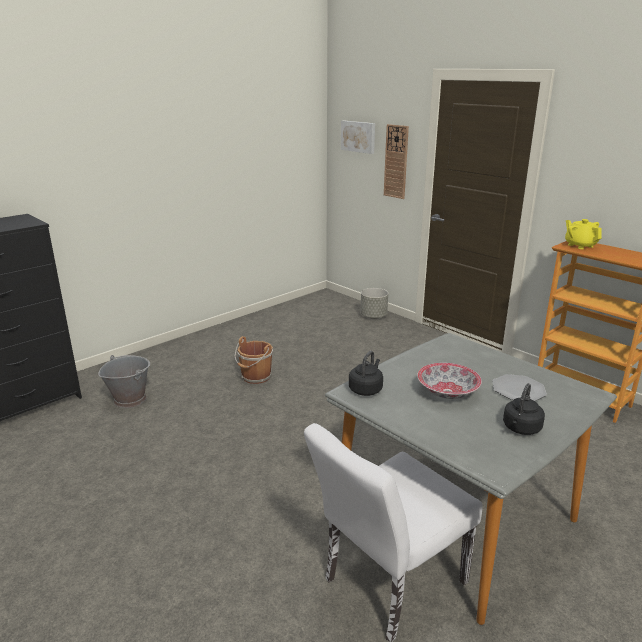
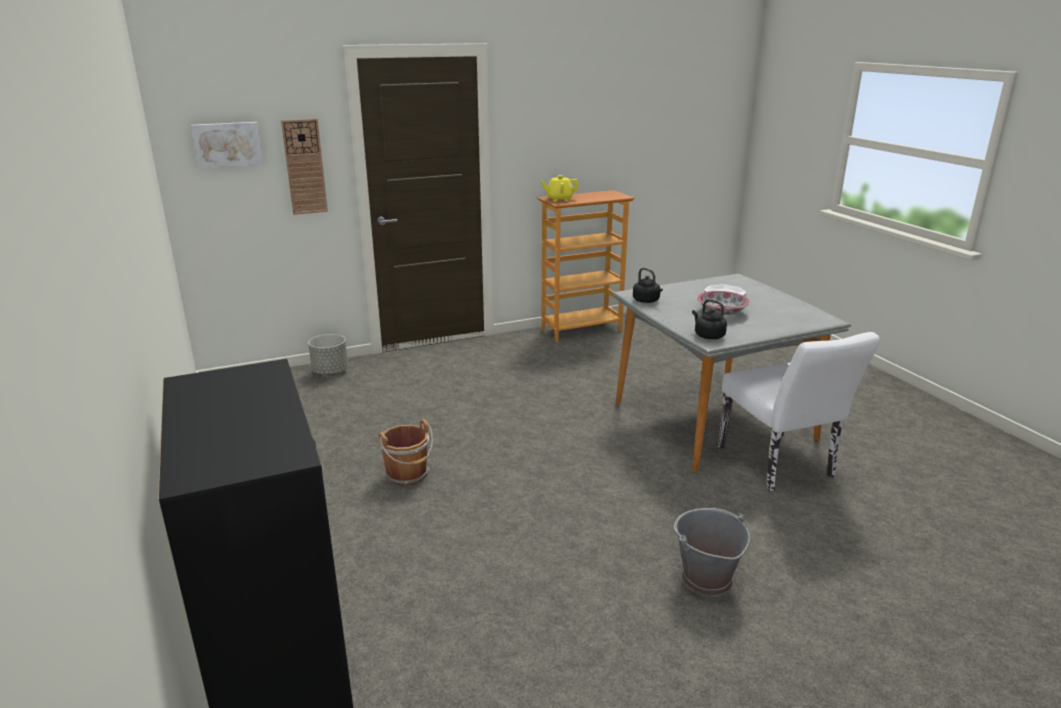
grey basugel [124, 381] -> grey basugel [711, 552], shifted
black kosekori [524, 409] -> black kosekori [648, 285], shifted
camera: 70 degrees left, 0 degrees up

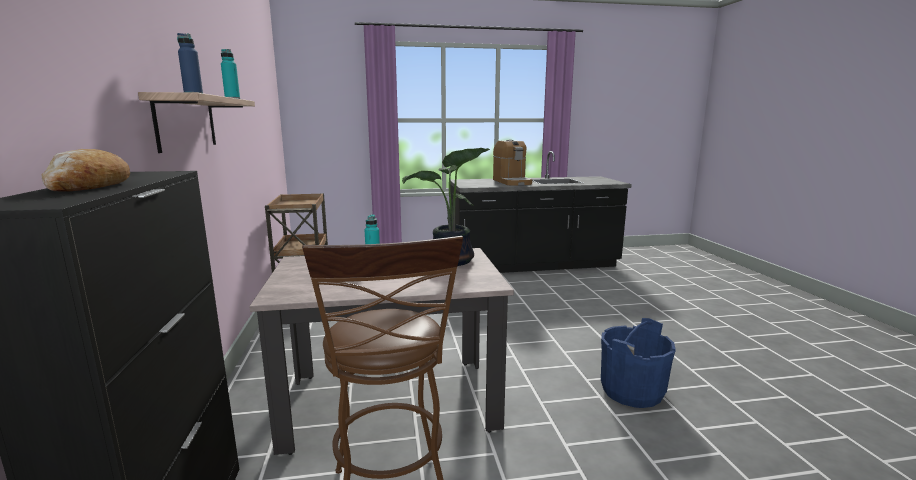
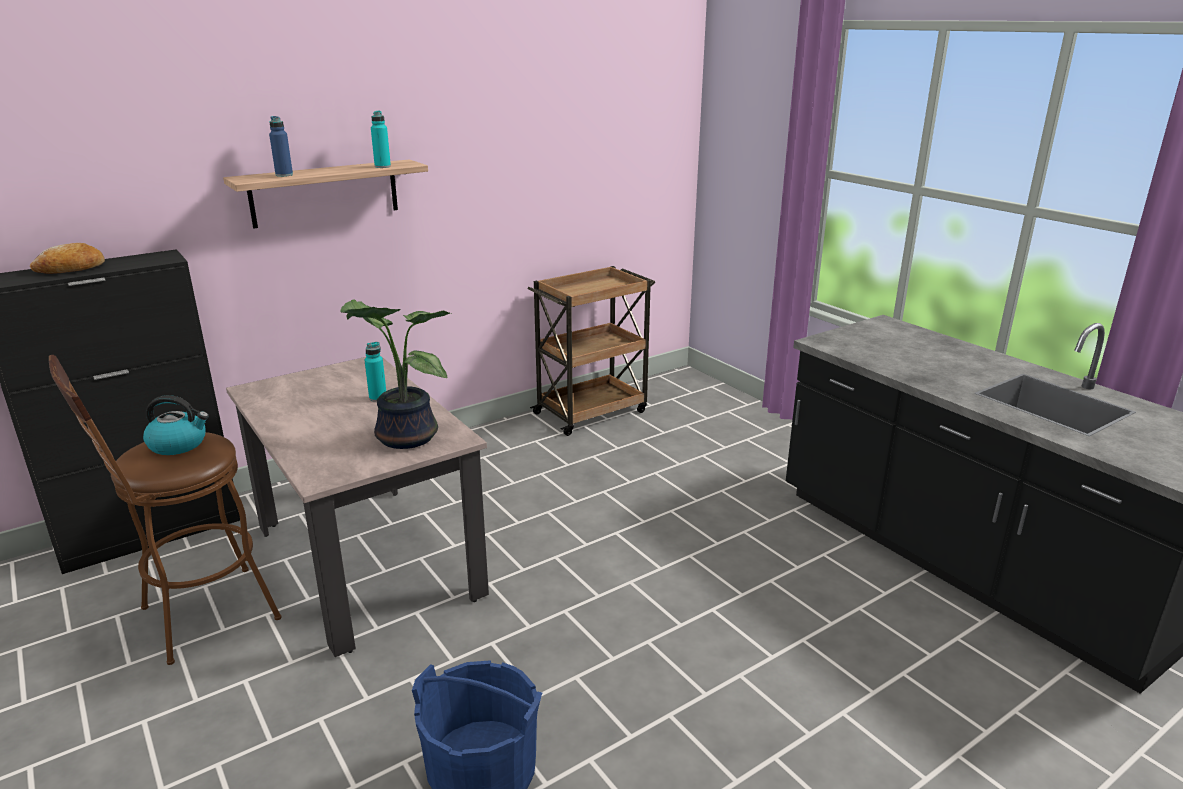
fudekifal [512, 163] -> none
none -> kosekori [176, 425]
camera: 65 degrees right, 10 degrees up

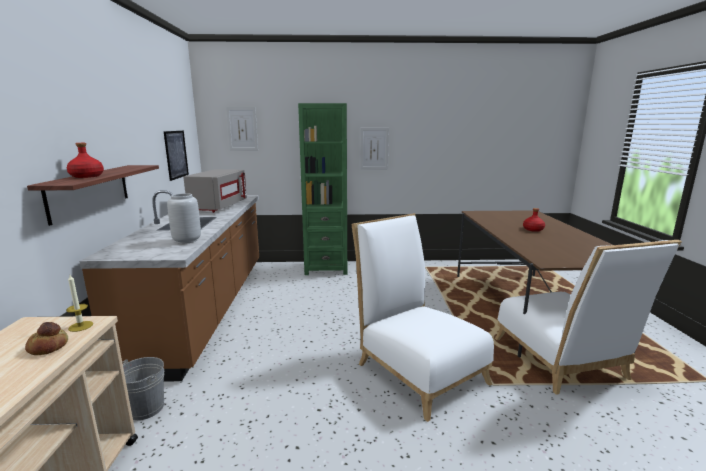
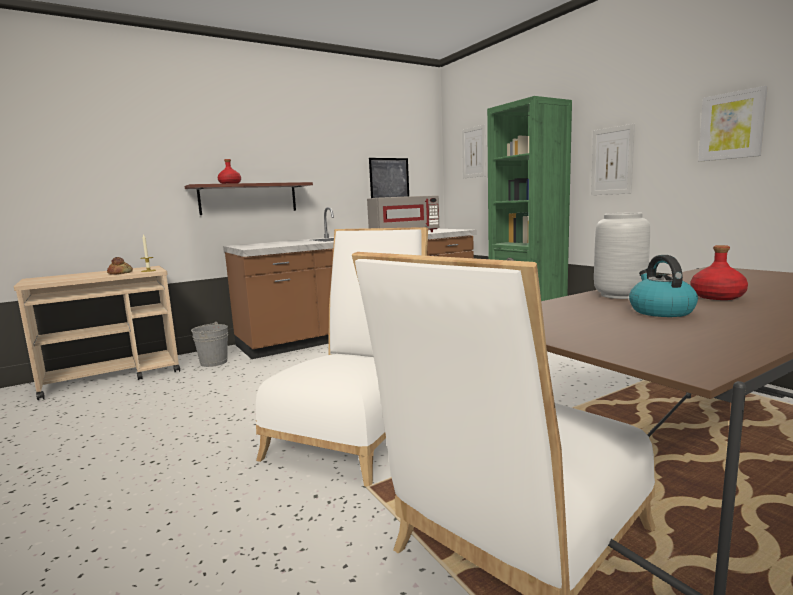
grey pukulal [184, 218] -> grey pukulal [622, 255], shifted
none -> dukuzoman [733, 123]
none -> kosekori [663, 286]
camera: 60 degrees right, 5 degrees down

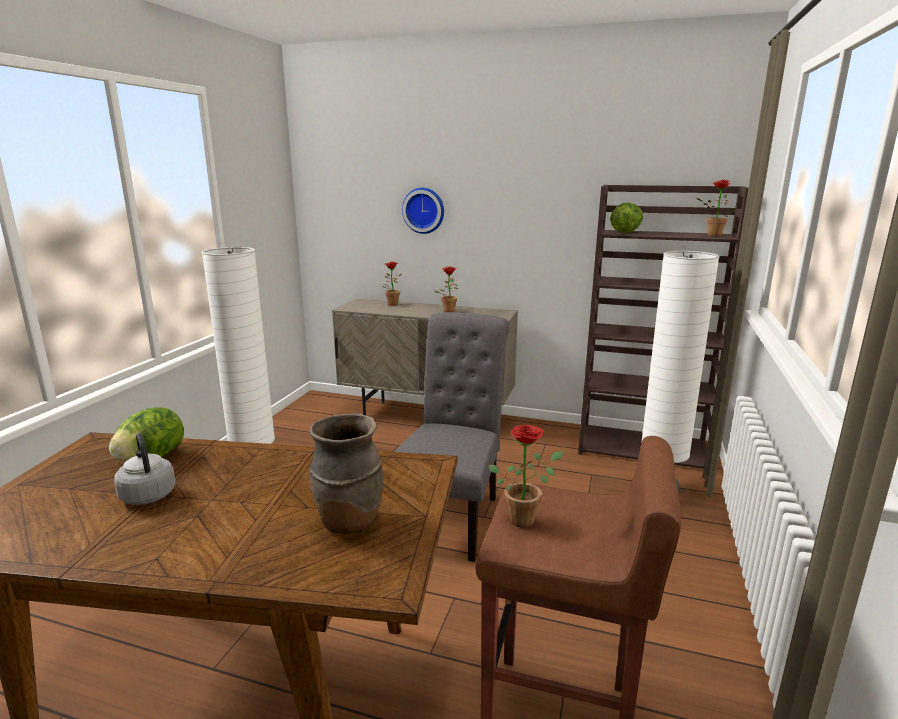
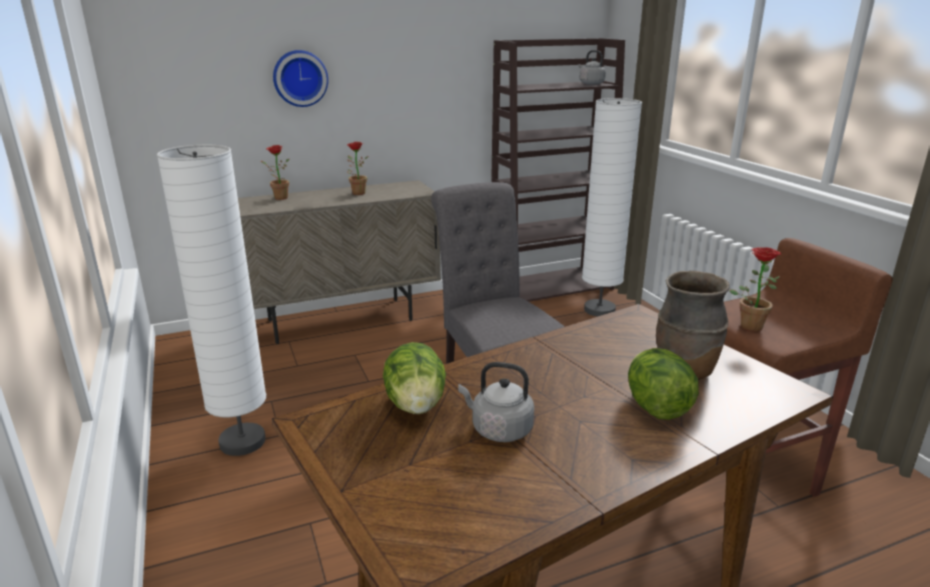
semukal [715, 208] -> grey kosekori [592, 67]
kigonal [626, 217] -> kigonal [663, 384], shifted
camera: 40 degrees left, 5 degrees up

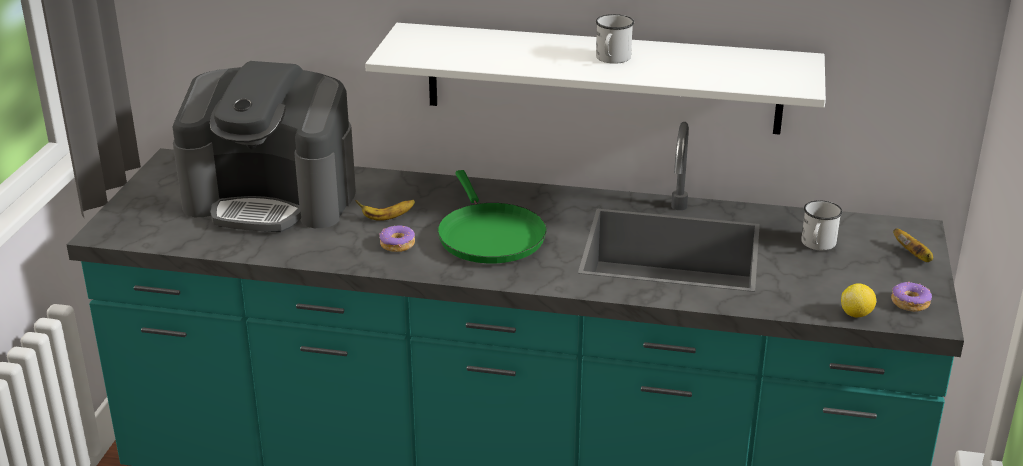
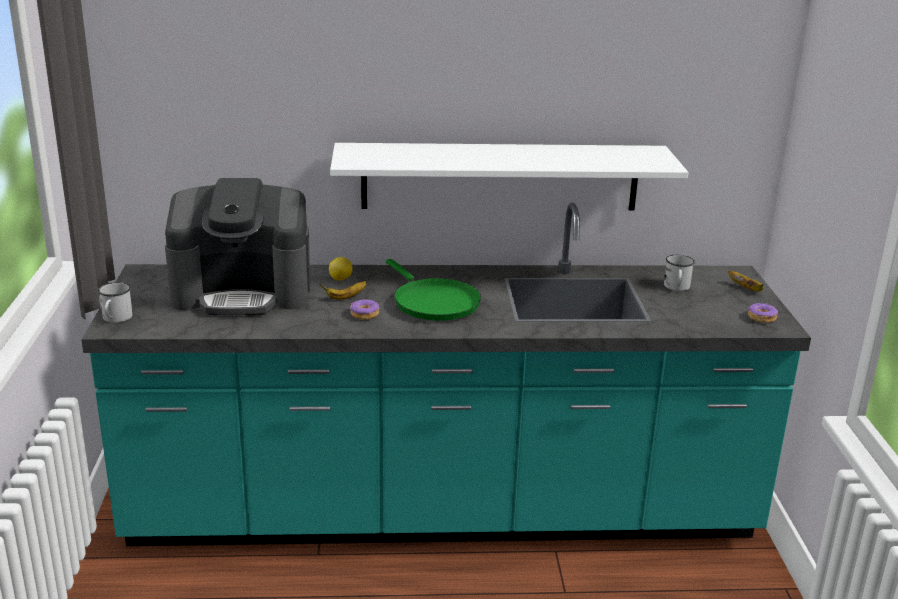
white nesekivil [615, 39] -> white nesekivil [115, 302], shifted
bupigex [858, 300] -> bupigex [341, 269], shifted
camera: 15 degrees left, 5 degrees down

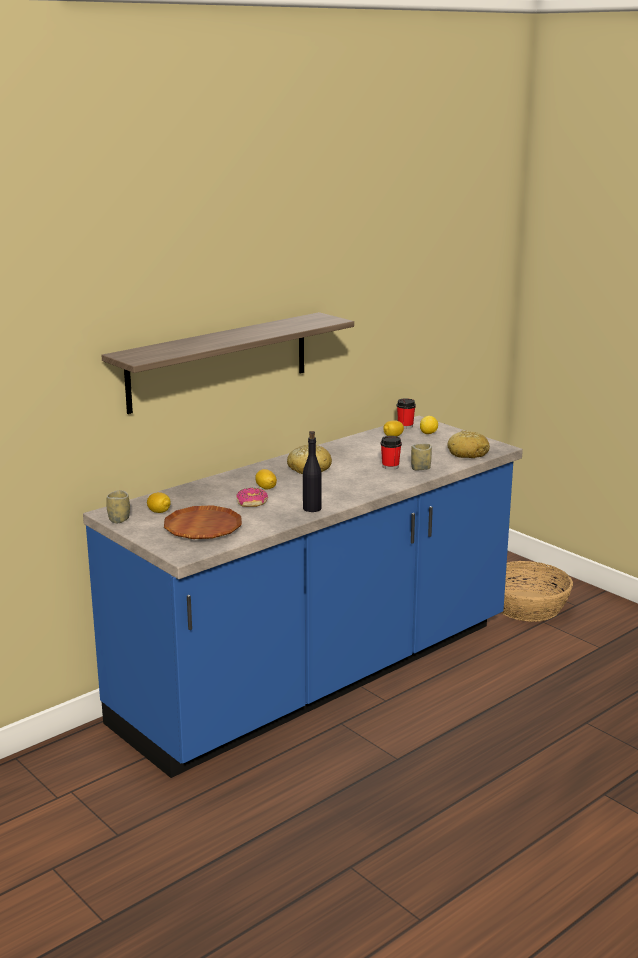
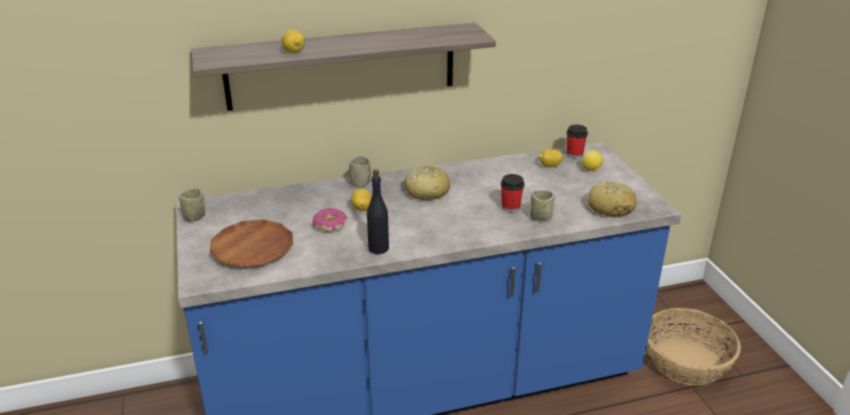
bupigex [159, 502] -> bupigex [293, 41], shifted
none -> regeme [360, 172]
camera: 25 degrees right, 10 degrees up

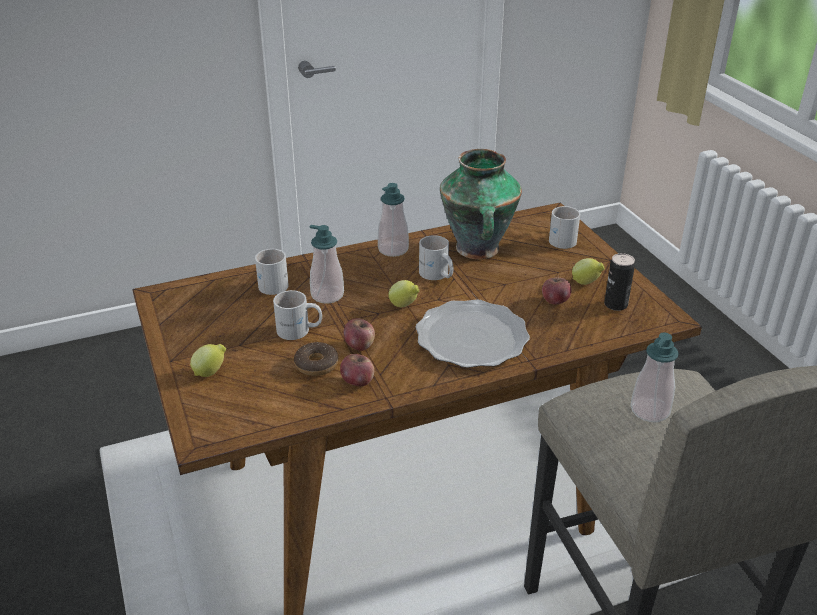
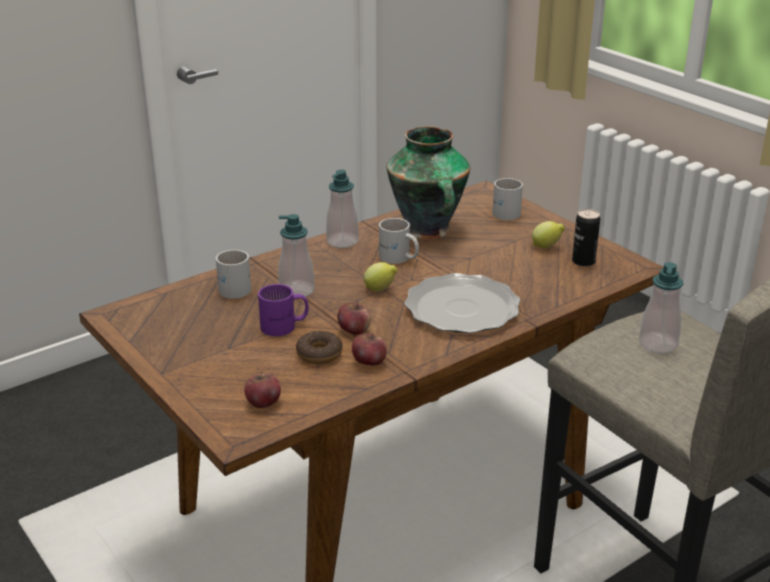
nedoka [556, 290] -> nedoka [262, 390], shifted
white nesekivil [297, 315] -> purple nesekivil [283, 310]
bupigex [208, 360] -> none
camera: 15 degrees left, 5 degrees down

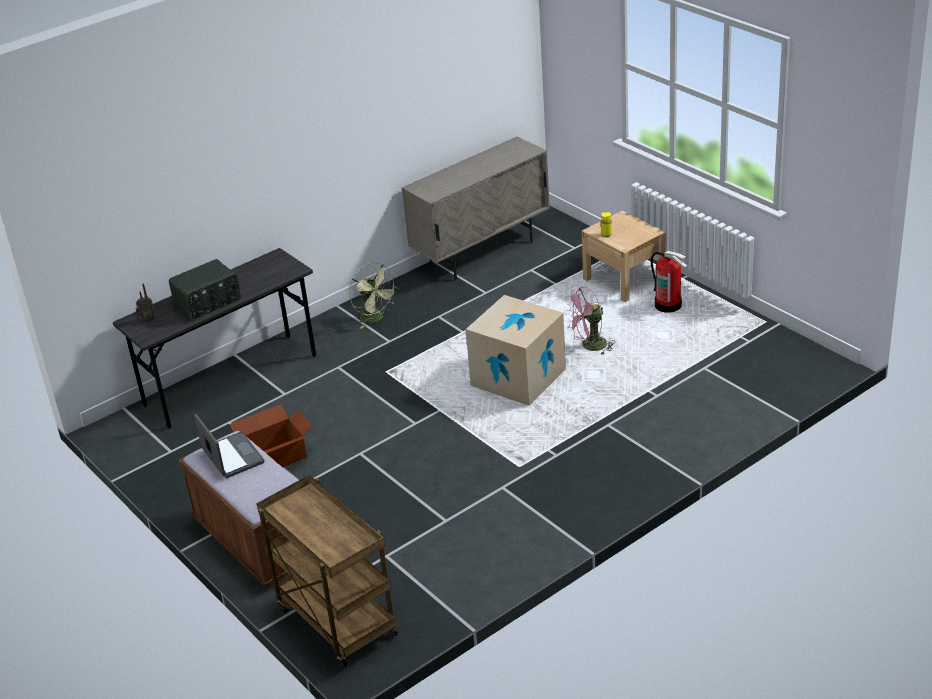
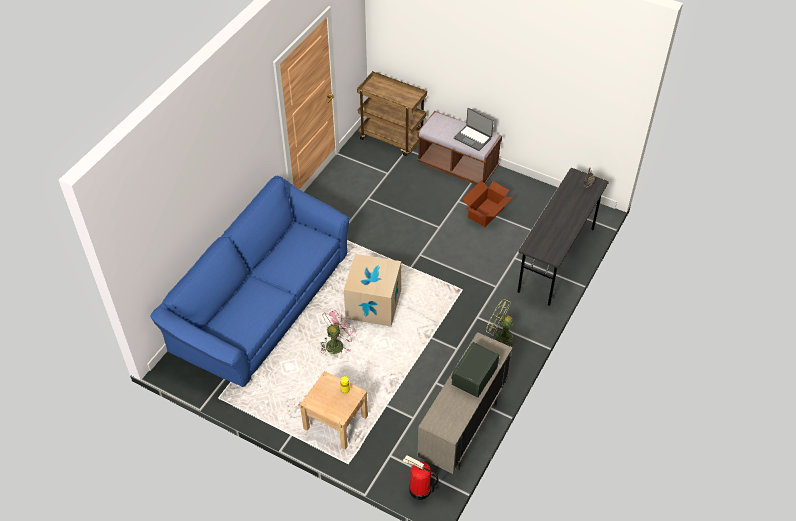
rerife [669, 282] -> rerife [420, 477], shifted
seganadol [205, 289] -> seganadol [475, 370], shifted
none -> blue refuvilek [250, 281]
camera: 155 degrees right, 15 degrees up

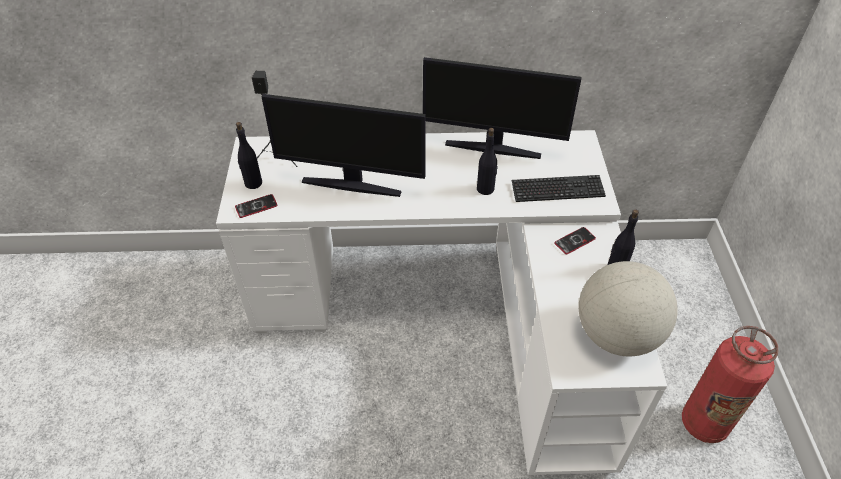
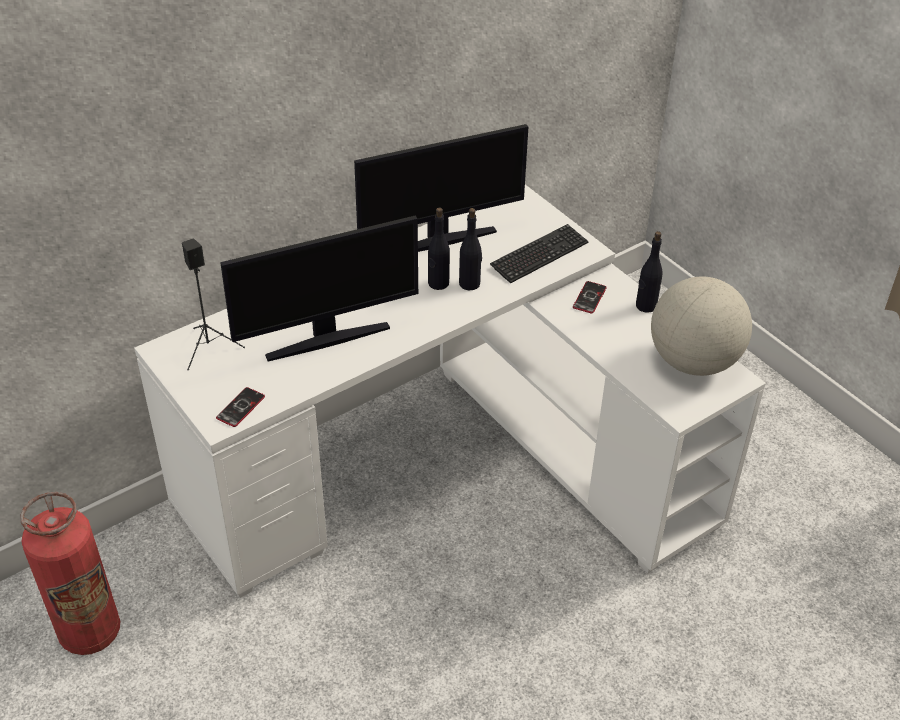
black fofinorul [249, 155] -> black fofinorul [439, 249], shifted
rerife [730, 384] -> rerife [70, 573], shifted
camera: 35 degrees left, 5 degrees down

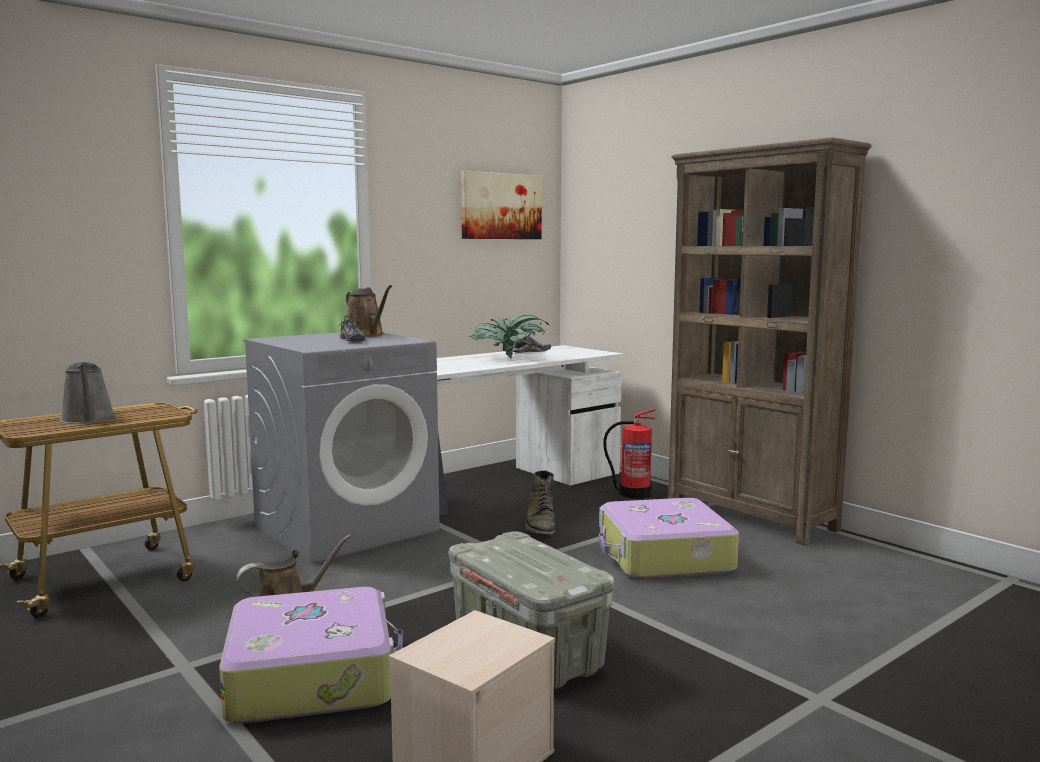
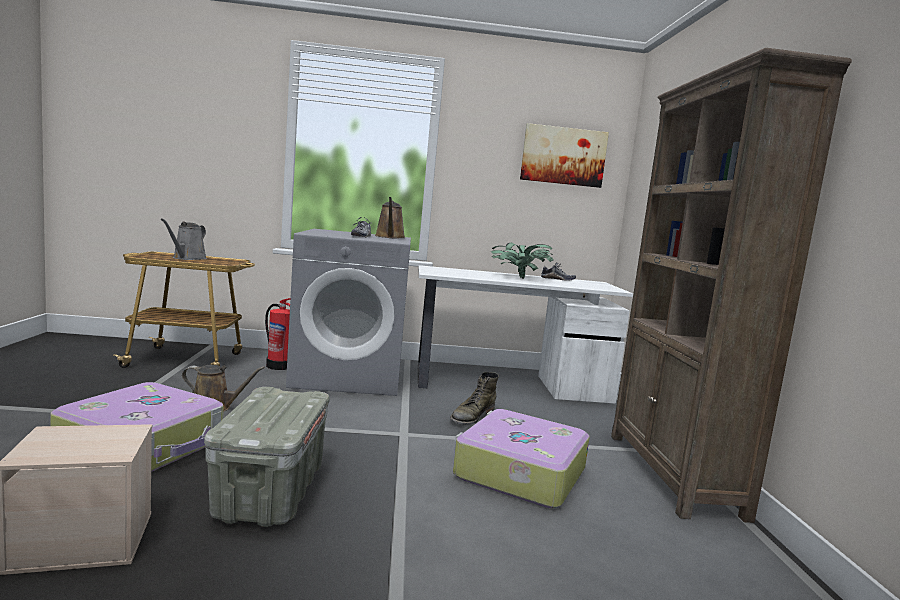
rerife [629, 453] -> rerife [277, 334], shifted
camera: 35 degrees right, 0 degrees up

